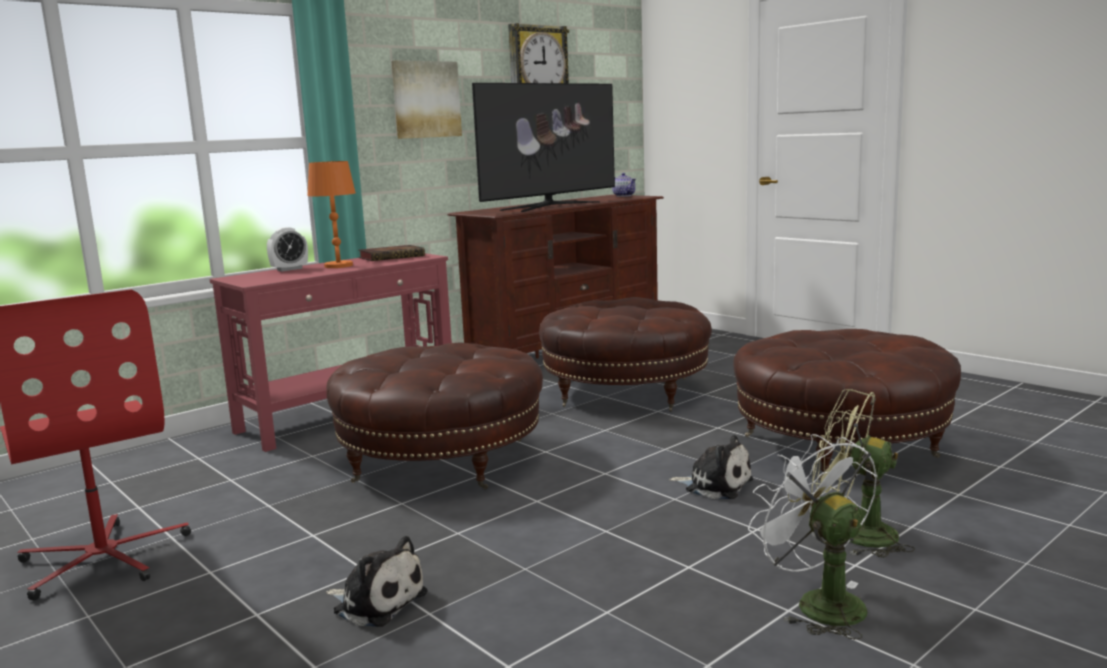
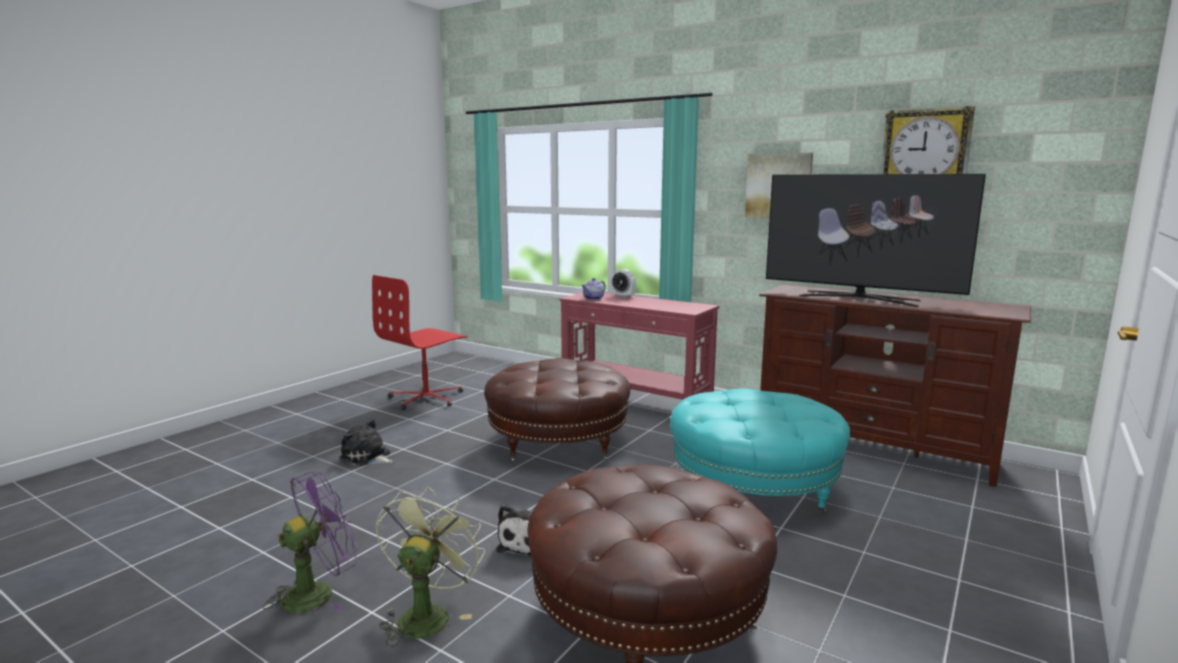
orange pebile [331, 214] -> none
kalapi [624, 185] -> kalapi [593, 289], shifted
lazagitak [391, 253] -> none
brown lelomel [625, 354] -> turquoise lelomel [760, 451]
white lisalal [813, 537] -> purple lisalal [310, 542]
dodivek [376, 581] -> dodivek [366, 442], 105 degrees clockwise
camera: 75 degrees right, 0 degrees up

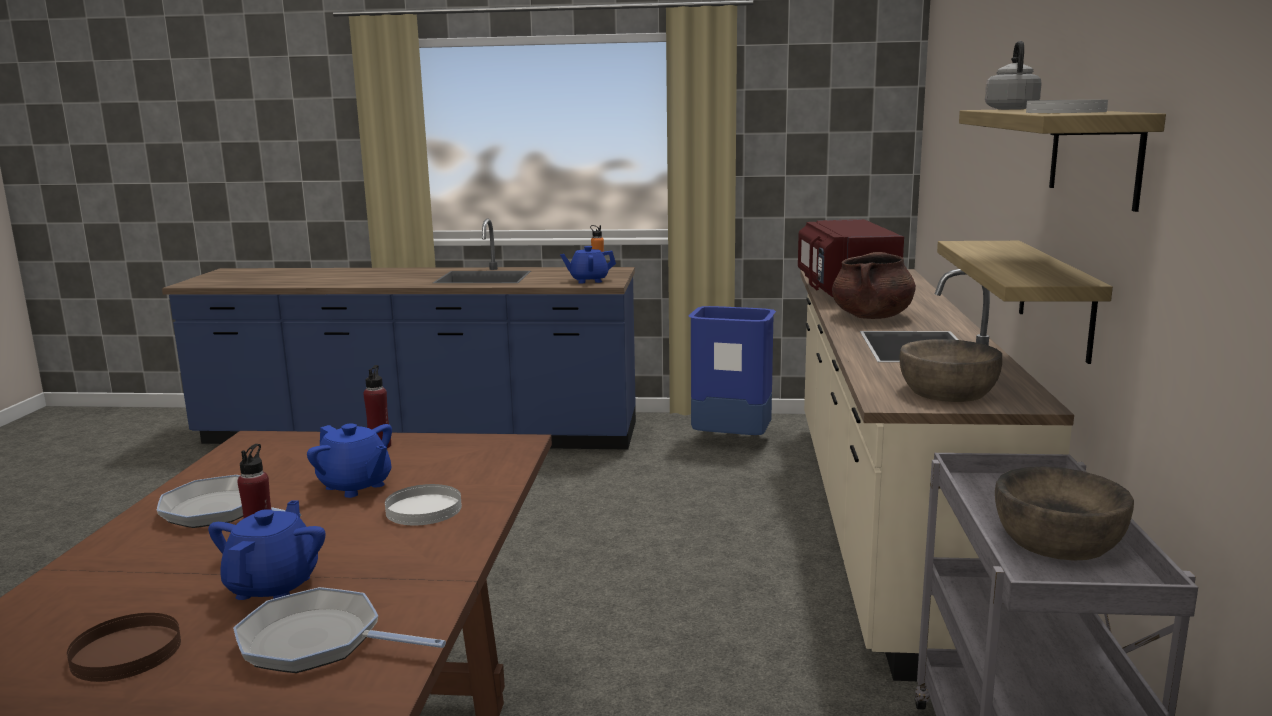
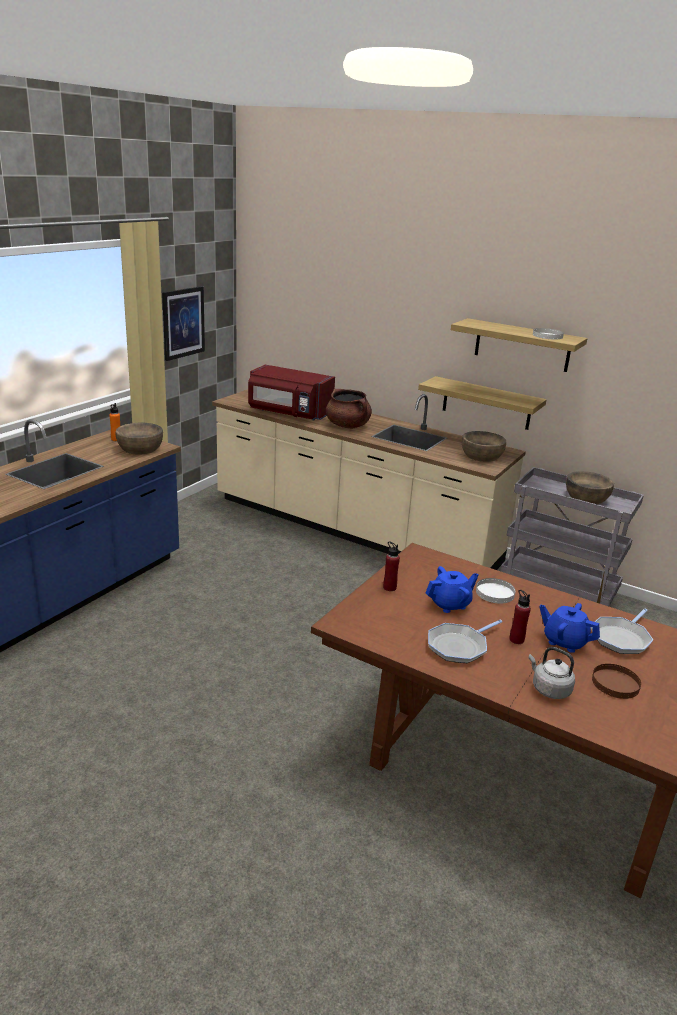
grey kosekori [1013, 75] -> grey kosekori [552, 673], shifted
blue kalapi [588, 265] -> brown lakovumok [139, 438]
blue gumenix [732, 370] -> none
none -> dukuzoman [183, 323]
camera: 65 degrees left, 10 degrees up

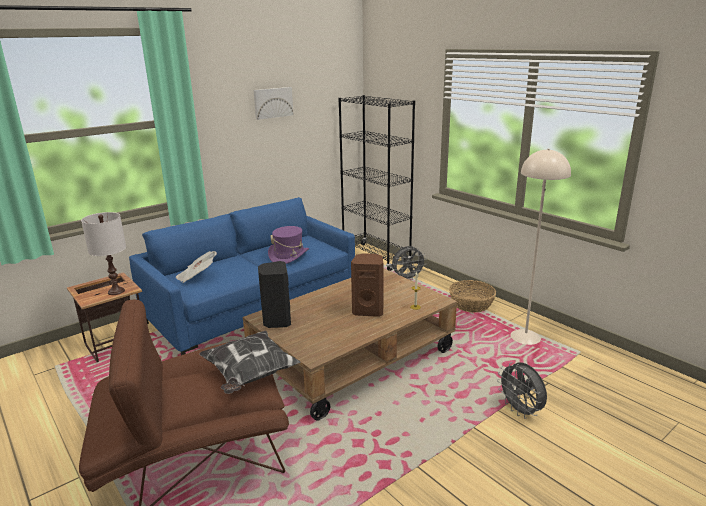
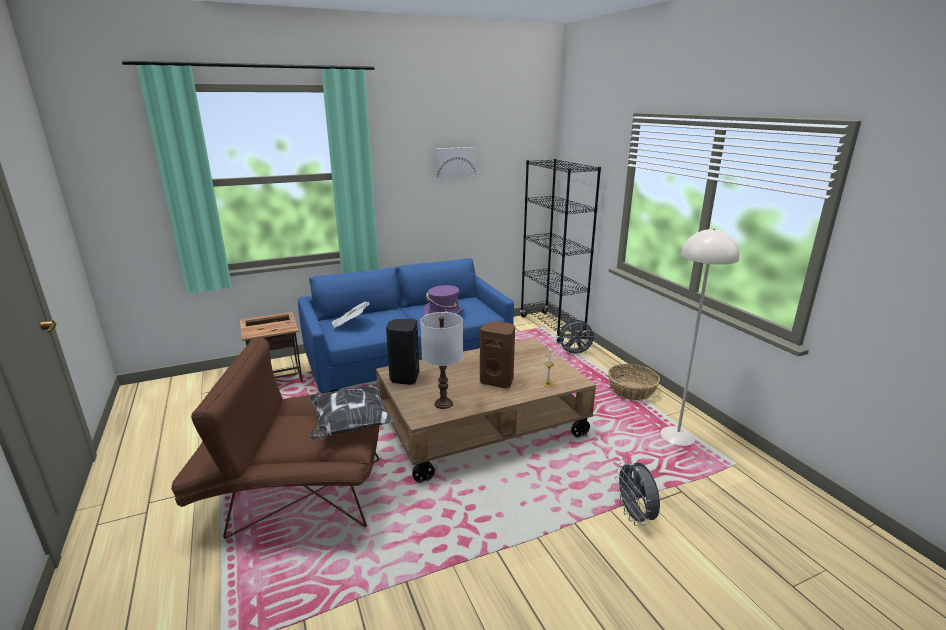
white pebile [103, 253] -> white pebile [441, 360], shifted
camera: 15 degrees right, 0 degrees up

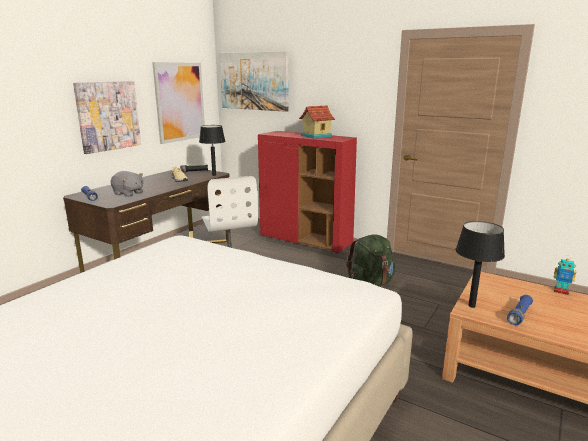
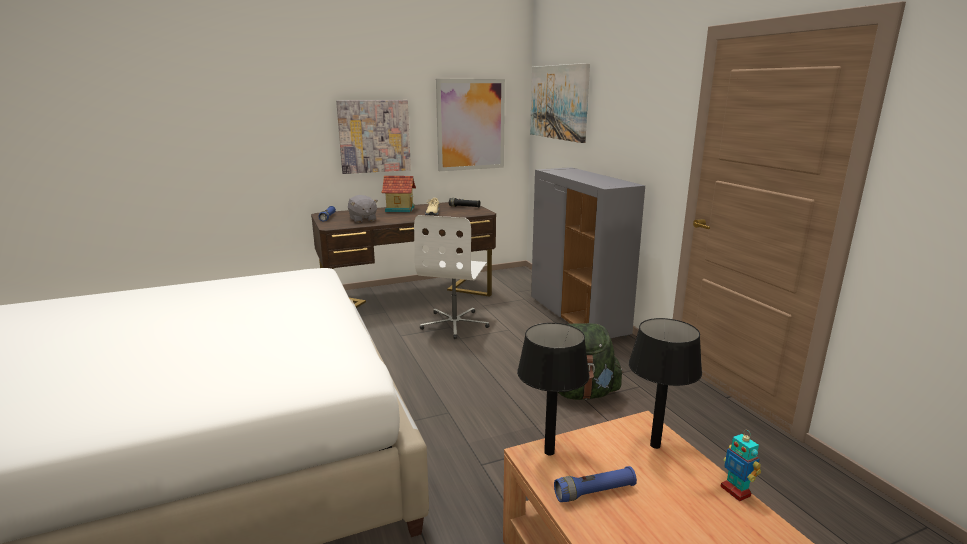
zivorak [317, 122] -> zivorak [398, 194], shifted
black pebile [212, 150] -> black pebile [665, 383], shifted
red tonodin [307, 192] -> grey tonodin [588, 252]
camera: 35 degrees right, 0 degrees up

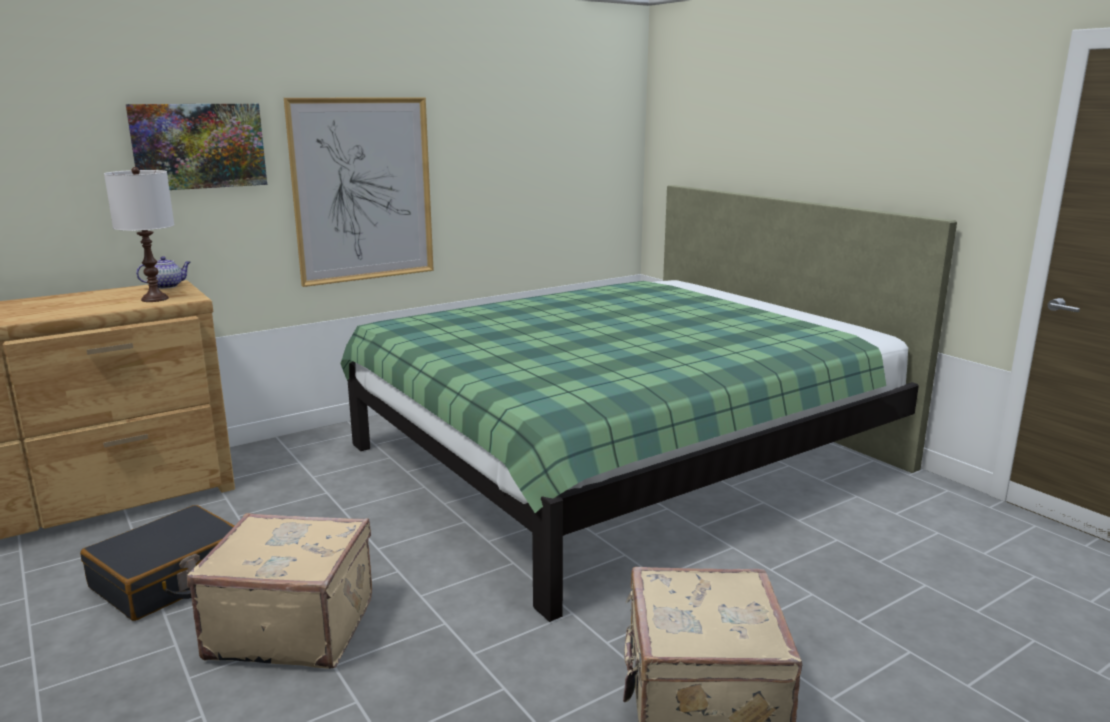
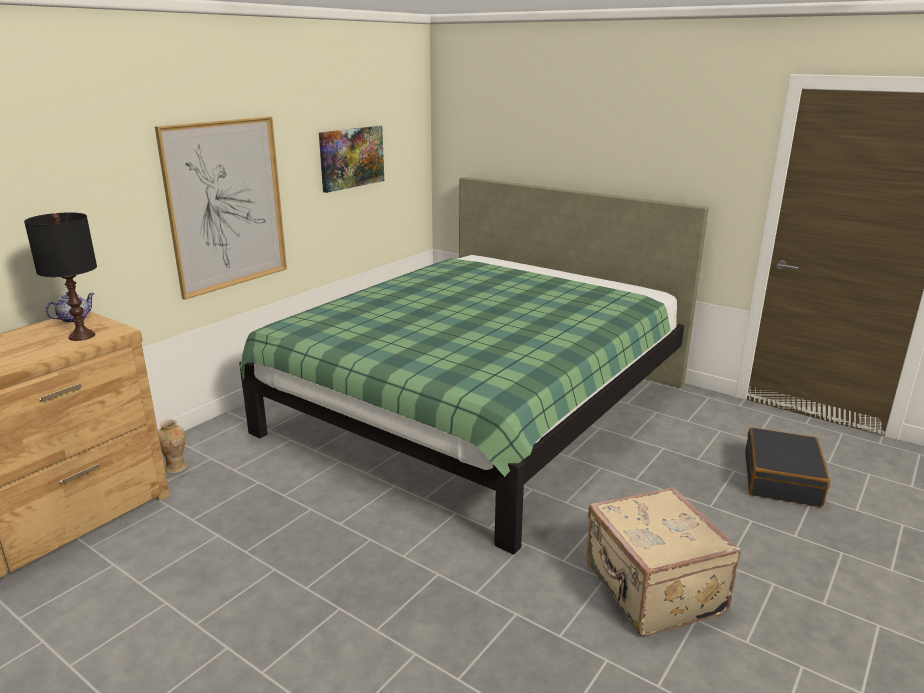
dukuzoman [196, 147] -> dukuzoman [351, 159], shifted
white pebile [139, 234] -> black pebile [60, 276]
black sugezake [157, 563] -> black sugezake [787, 467], shifted
beige sugezake [279, 591] -> none
none -> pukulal [172, 446]
camera: 20 degrees left, 5 degrees up

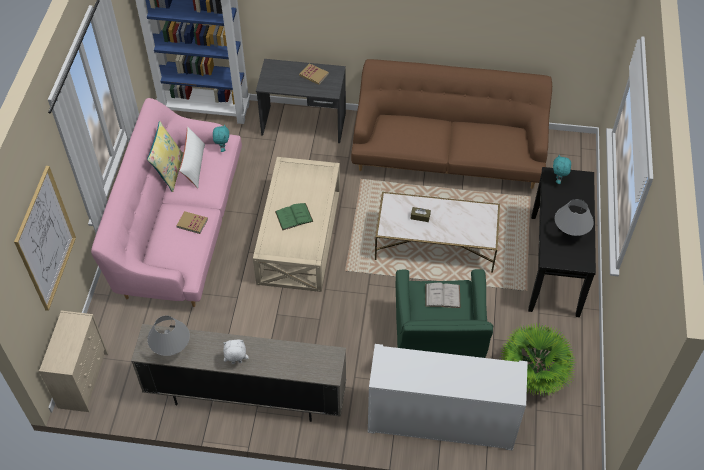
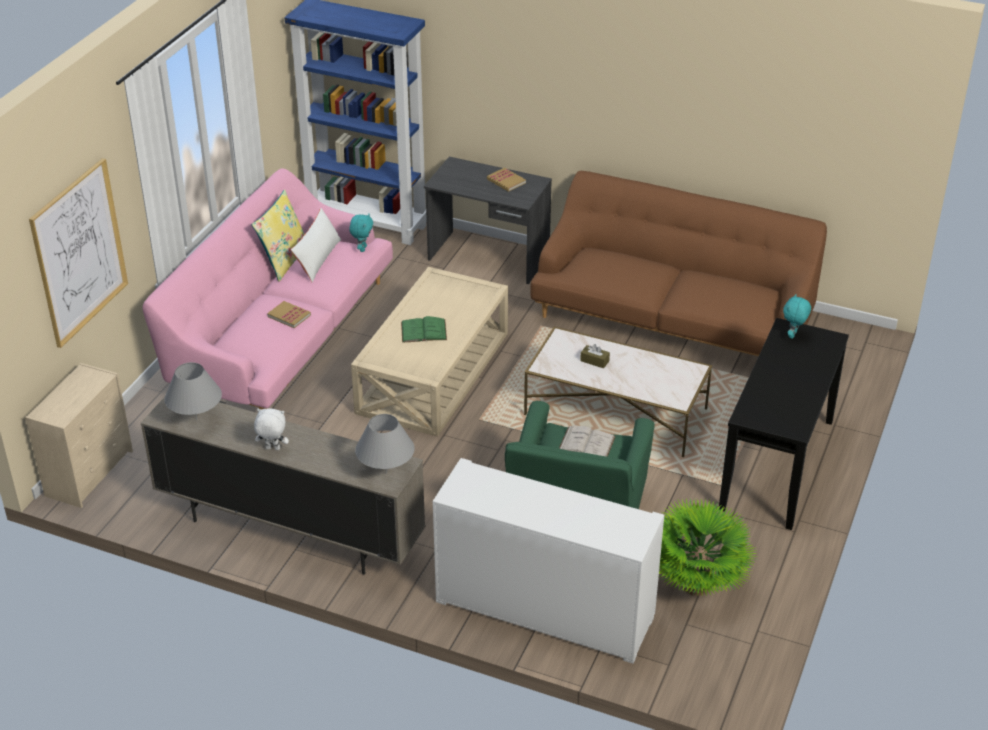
grey pebile [574, 217] -> grey pebile [384, 444], shifted
camera: 15 degrees right, 15 degrees down

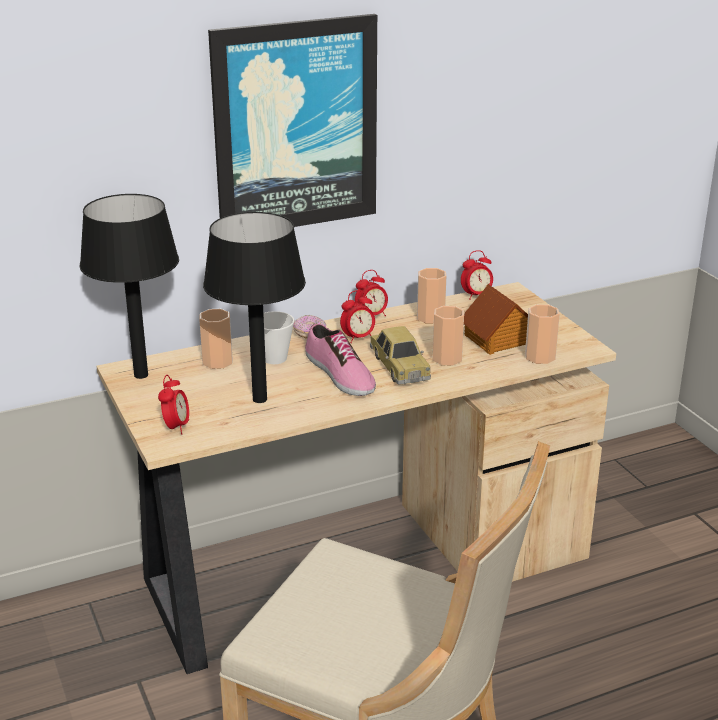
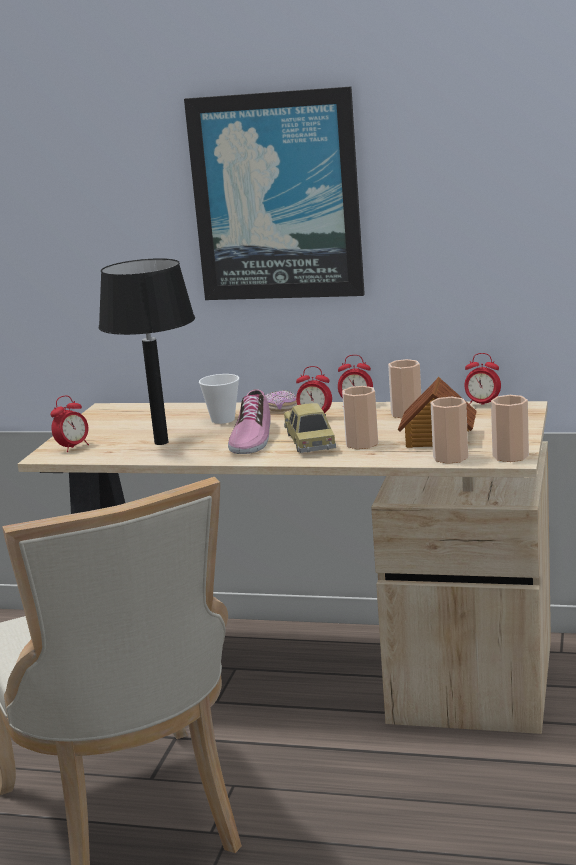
black pebile [129, 286] -> none
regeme [215, 339] -> regeme [510, 428], shifted
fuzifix [400, 355] -> fuzifix [310, 428], 150 degrees clockwise
camera: 40 degrees right, 10 degrees down

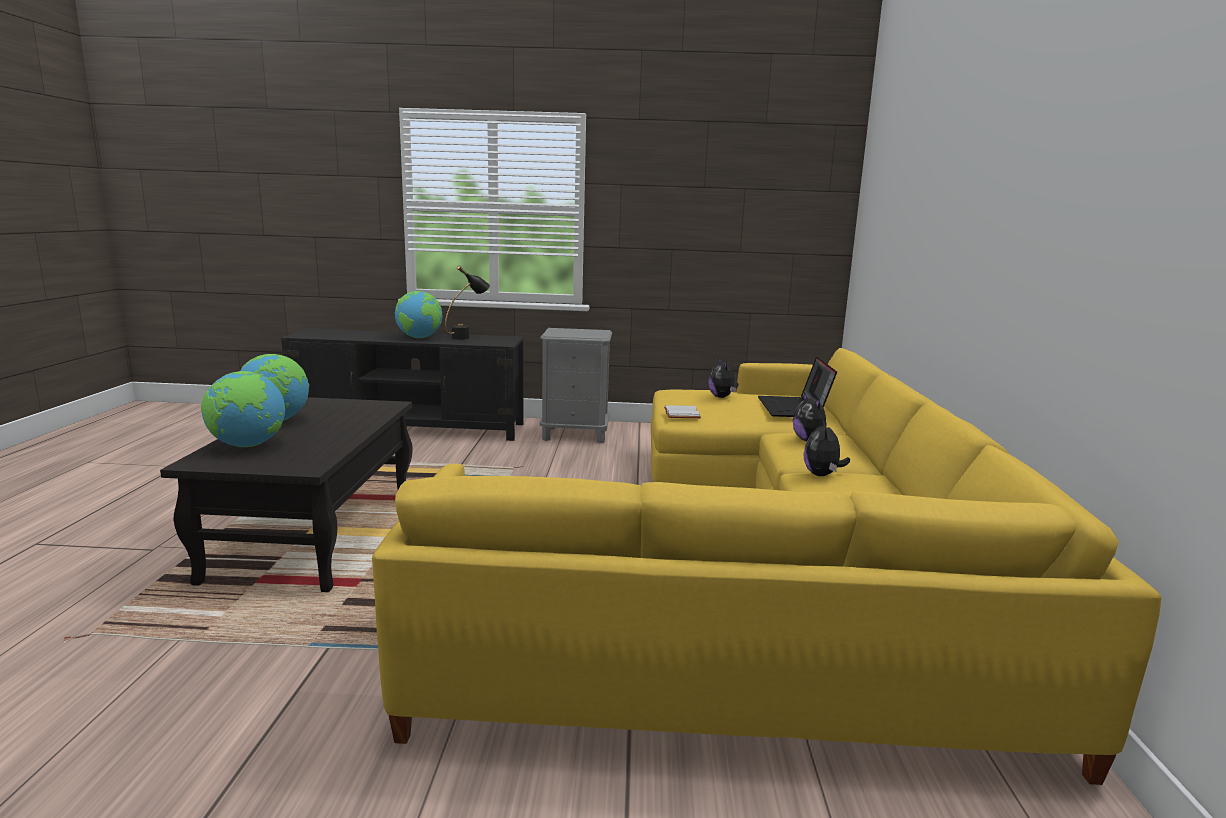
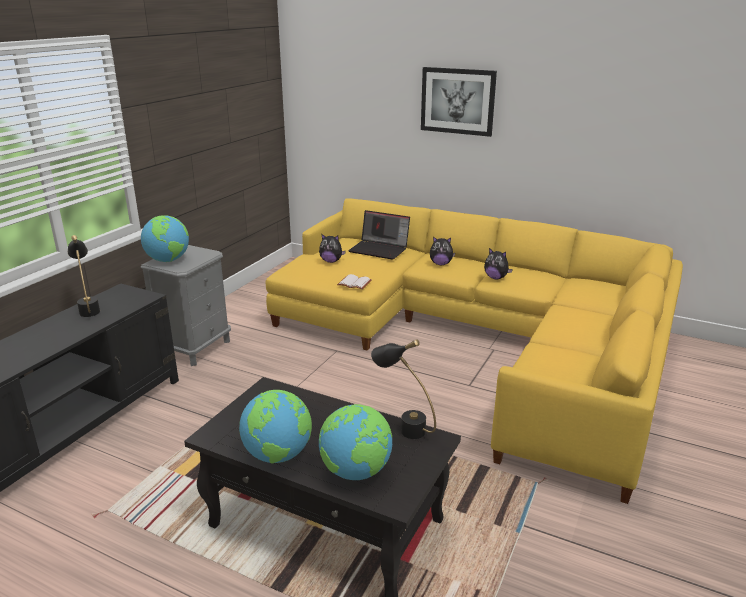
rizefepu [418, 314] -> rizefepu [165, 238], shifted
none -> dukuzoman [459, 102]
none -> black pebile [403, 389]
camera: 65 degrees left, 10 degrees up

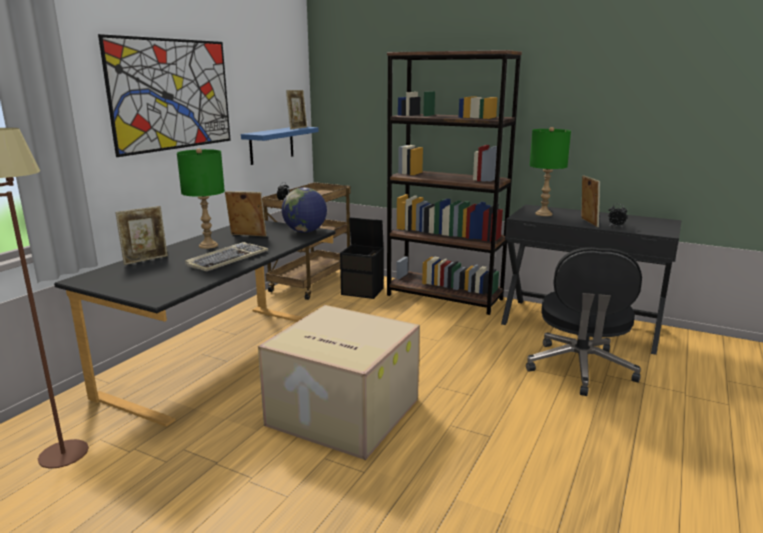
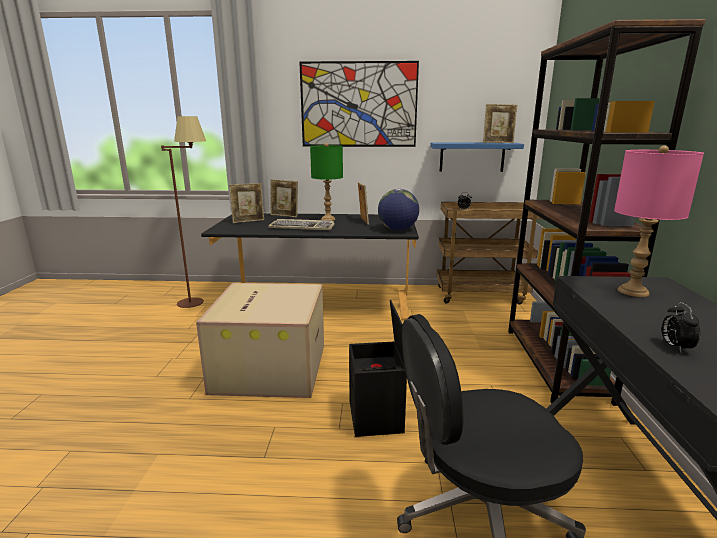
green pebile [550, 171] -> pink pebile [659, 221]
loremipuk [590, 201] -> loremipuk [246, 203], shifted
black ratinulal [362, 258] -> black ratinulal [378, 368], shifted
camera: 65 degrees right, 0 degrees up

